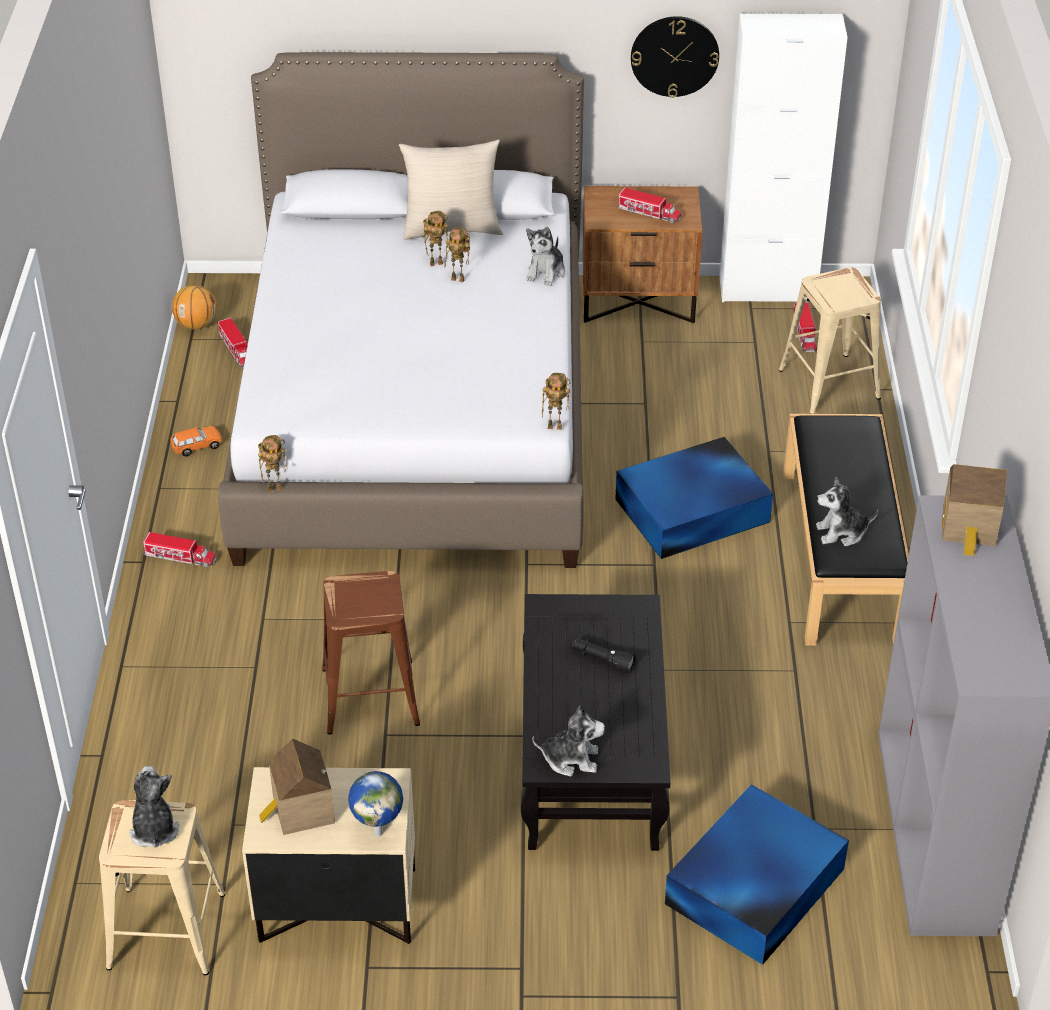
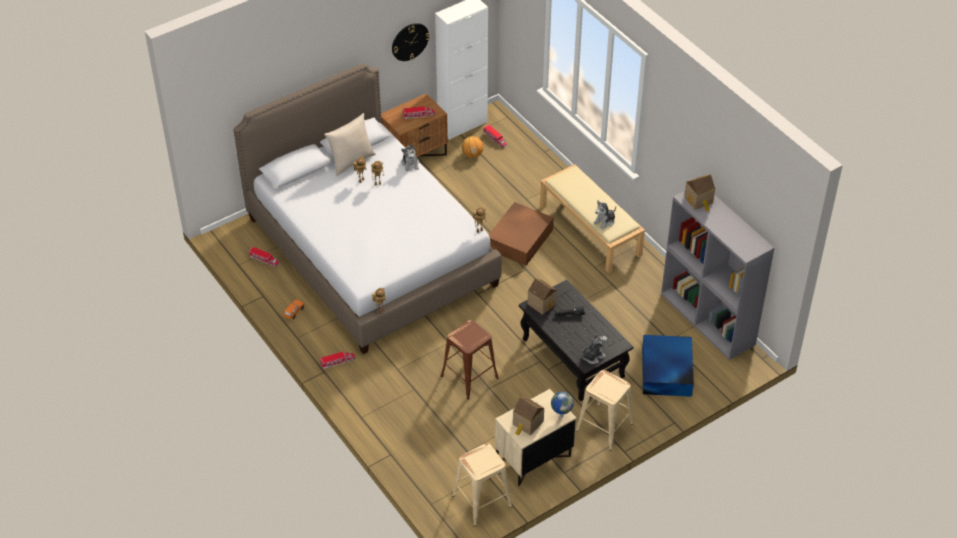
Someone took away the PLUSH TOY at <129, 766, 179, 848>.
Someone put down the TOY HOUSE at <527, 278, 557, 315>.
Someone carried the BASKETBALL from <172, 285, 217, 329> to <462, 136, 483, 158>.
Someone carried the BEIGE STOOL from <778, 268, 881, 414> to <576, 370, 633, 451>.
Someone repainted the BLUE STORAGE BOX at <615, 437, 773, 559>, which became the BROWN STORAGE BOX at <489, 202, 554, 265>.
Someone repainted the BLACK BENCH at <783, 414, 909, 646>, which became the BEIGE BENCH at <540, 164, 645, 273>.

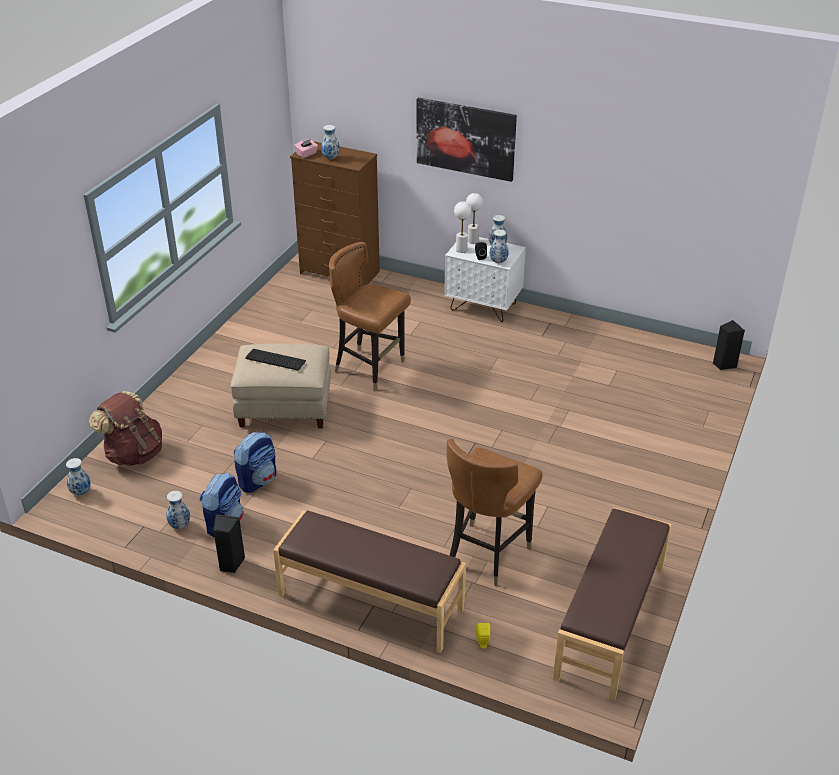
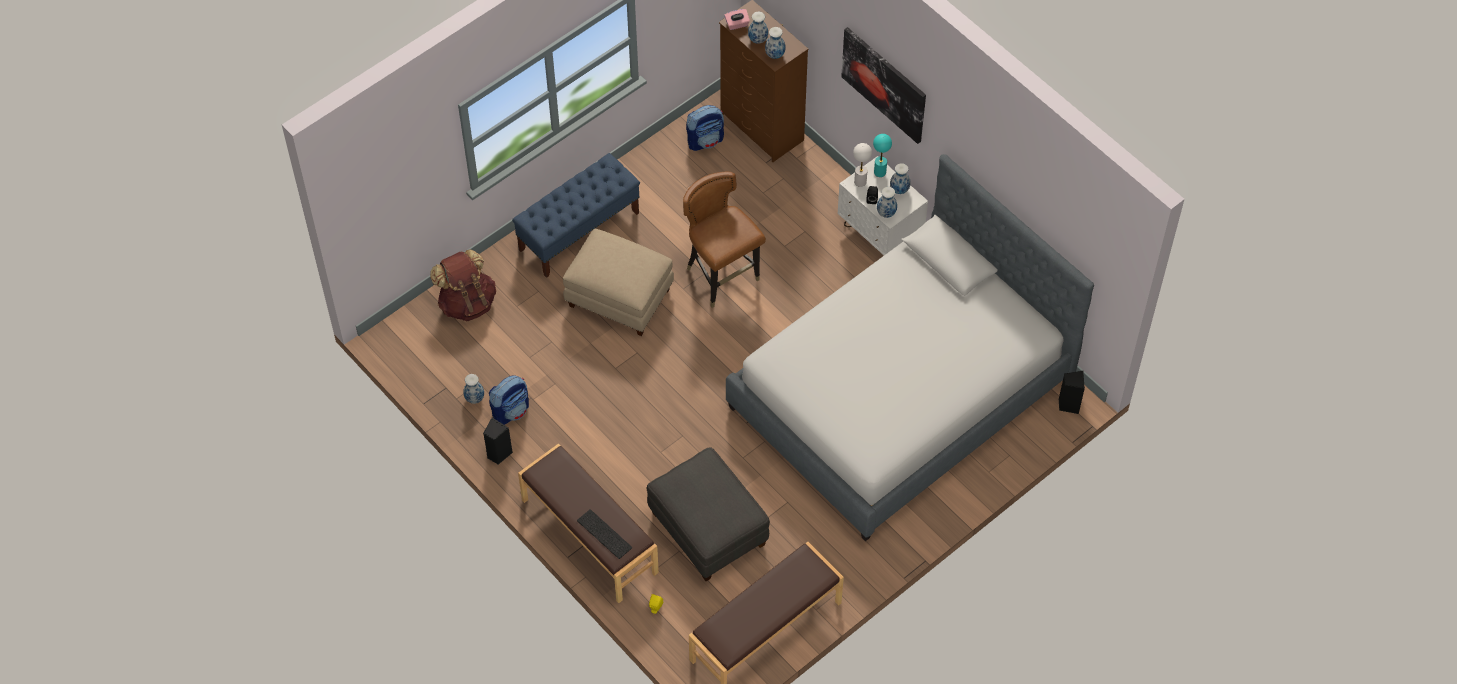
Someone put down the BLUE BENCH at <512, 153, 640, 278>.
Someone put down the BED at <726, 154, 1094, 541>.
Someone carried the VASE from <66, 458, 91, 495> to <765, 27, 785, 59>.
Someone carried the BACKPACK from <234, 432, 276, 493> to <686, 105, 724, 151>.
Someone carried the KEYBOARD from <245, 349, 306, 371> to <577, 509, 632, 559>.
Someone swapped the BROWN CHAIR at <447, 439, 542, 586> for the GREY OTTOMAN at <646, 447, 770, 581>.
Someone repainted the WHITE TABLE LAMP at <466, 193, 483, 244>, which became the TURQUOISE TABLE LAMP at <873, 134, 892, 177>.

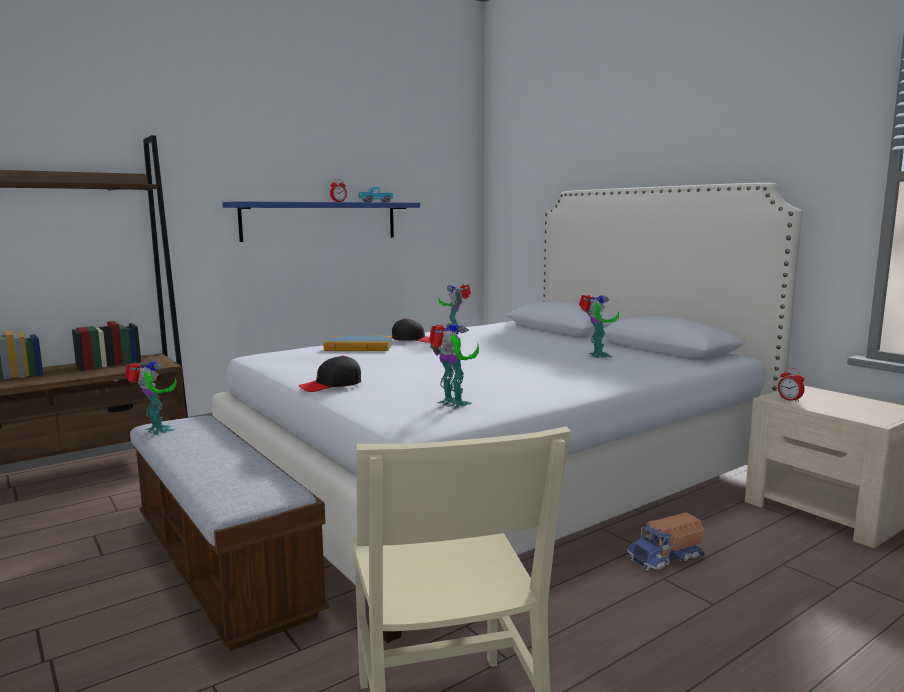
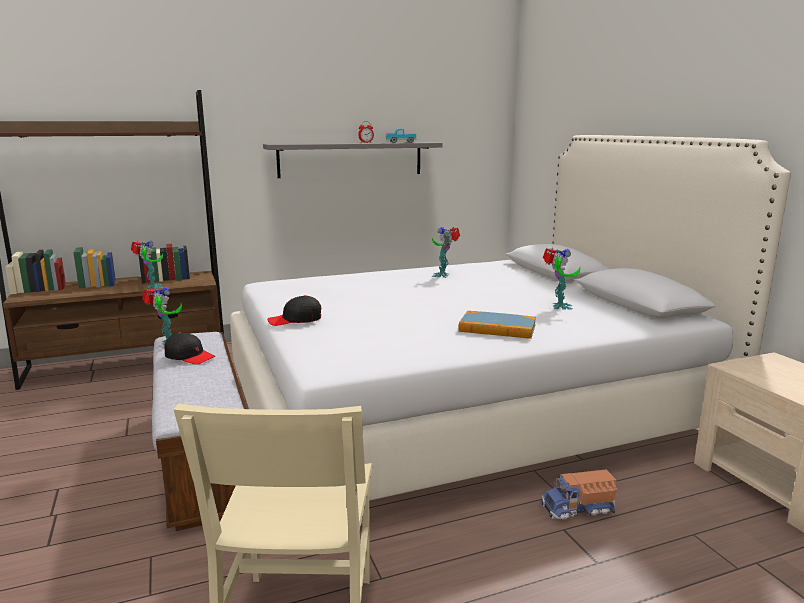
Someone took away the ALARM CLOCK at <778, 368, 805, 402>.
Someone carried the BOOK from <324, 335, 393, 351> to <459, 311, 536, 339>.
Someone carried the BLACK CAP from <392, 318, 431, 343> to <164, 332, 215, 365>.
Someone carried the TOY ROBOT from <429, 323, 479, 409> to <131, 241, 163, 289>.
Someone repainted the BLUE SHELF at <222, 201, 420, 242>, which became the GREY SHELF at <263, 142, 443, 178>.

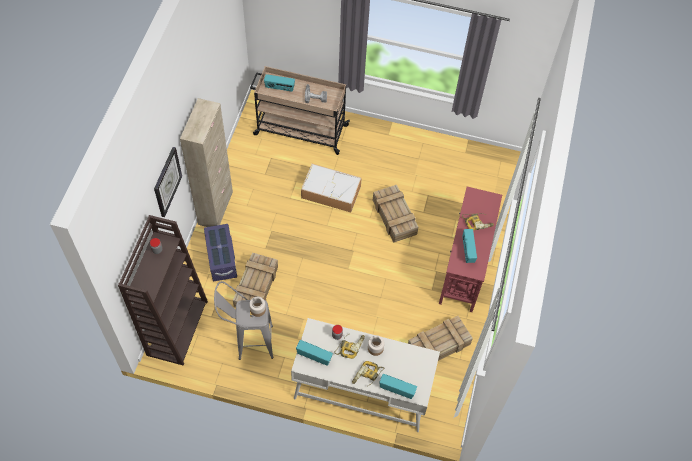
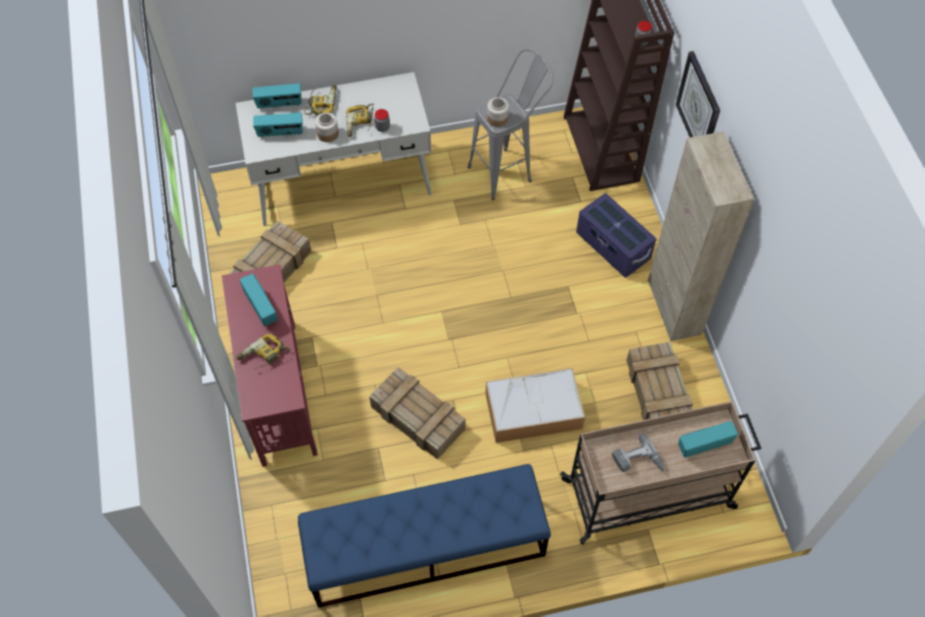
Someone put down the BLUE BENCH at <298, 464, 551, 608>.
Someone carried the CRATE from <233, 253, 278, 308> to <626, 342, 693, 420>.
Someone carried the RADIO from <296, 340, 333, 366> to <253, 113, 303, 137>.

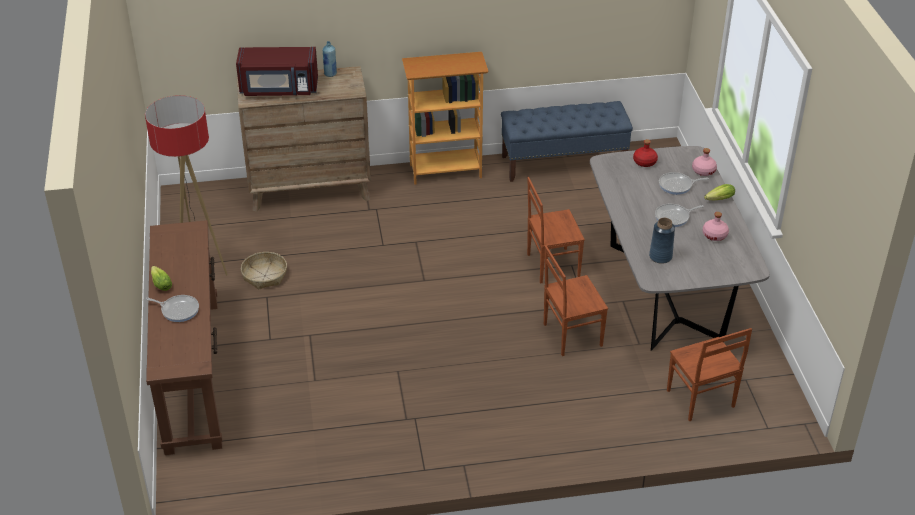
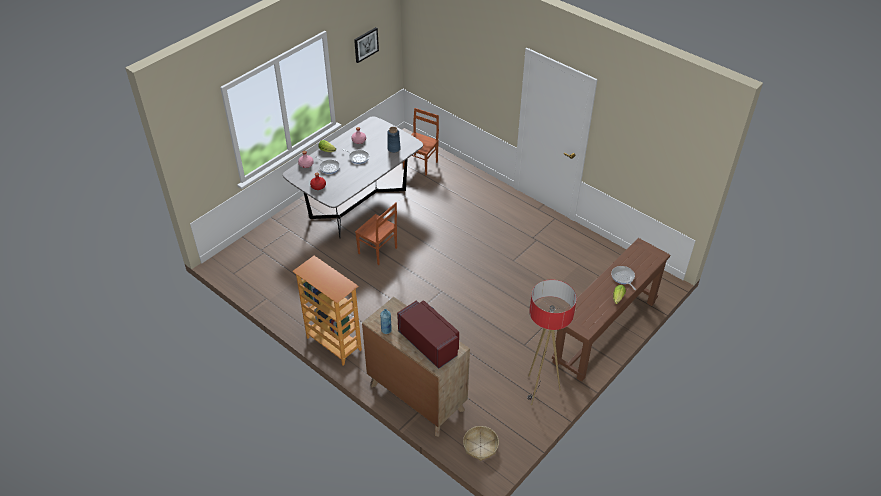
Someone took away the BLUE BENCH at <501, 101, 633, 182>.
Someone took away the BROWN CHAIR at <544, 245, 608, 356>.
Someone put up the PICTURE at <354, 27, 379, 63>.
Someone carried the BASKET from <241, 252, 287, 290> to <463, 426, 499, 461>.

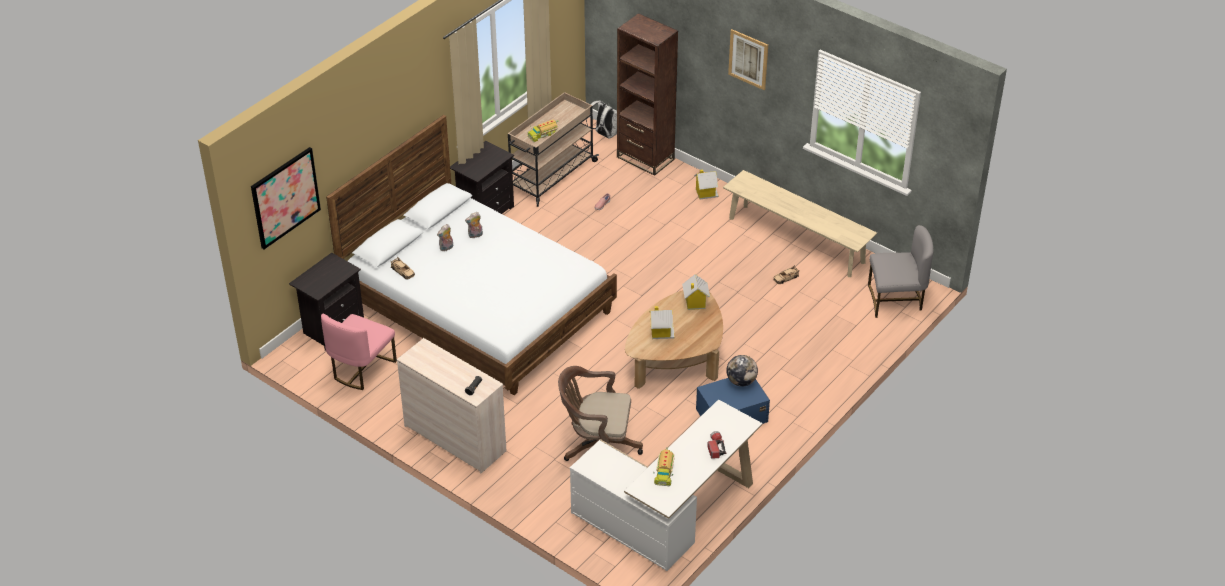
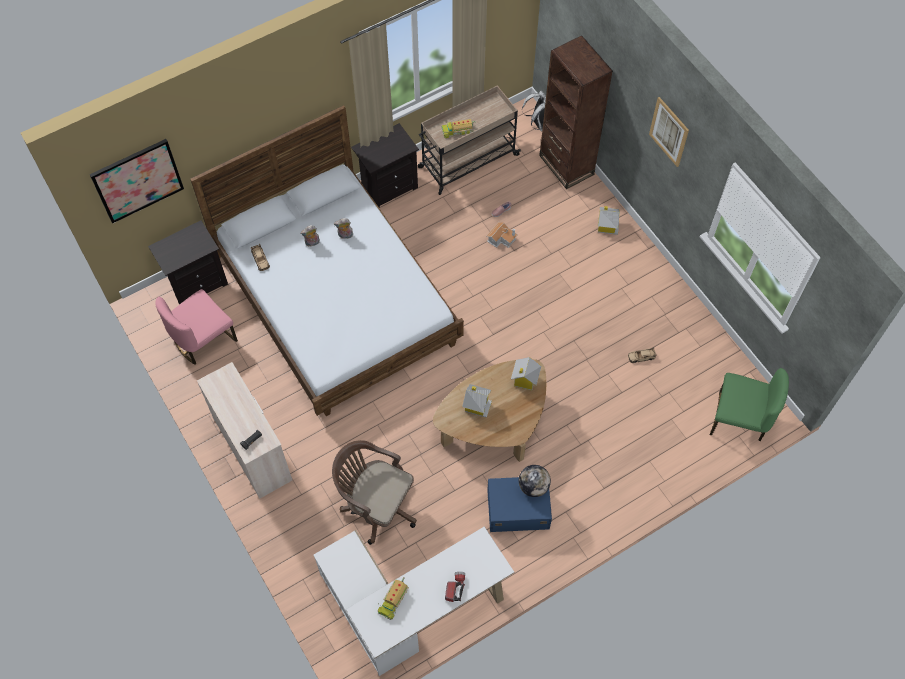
Someone took away the BEIGE BENCH at <723, 170, 877, 277>.
Someone put down the TOY HOUSE at <486, 222, 518, 248>.
Someone repainted the GREY CHAIR at <868, 225, 934, 318>, which became the GREEN CHAIR at <710, 368, 789, 441>.

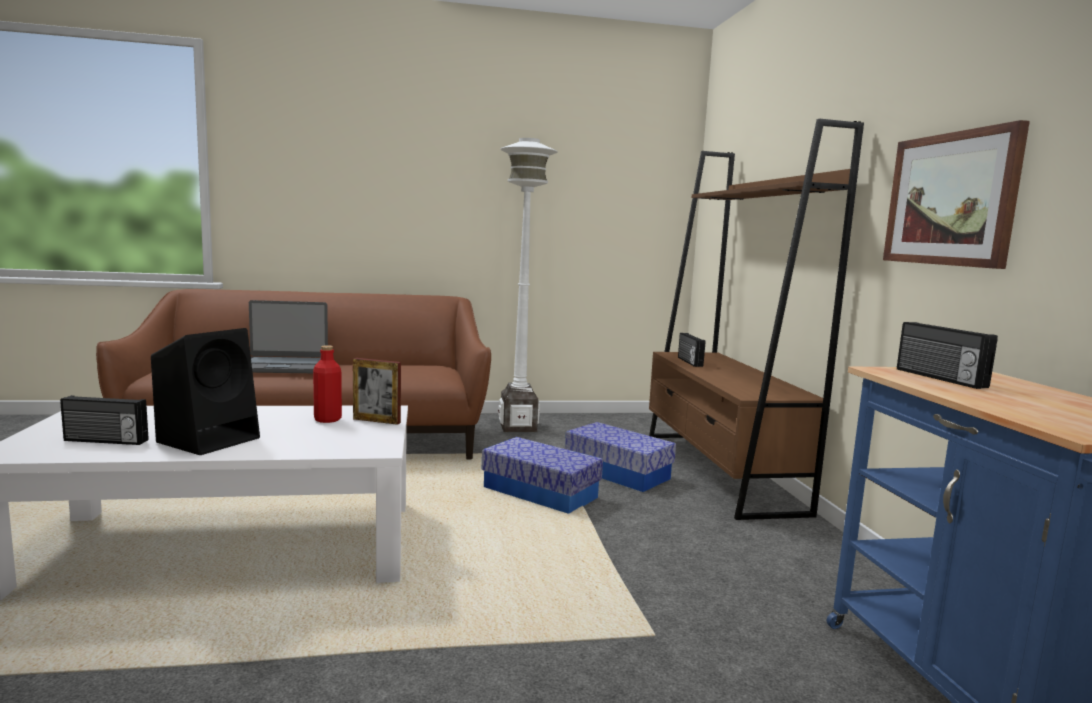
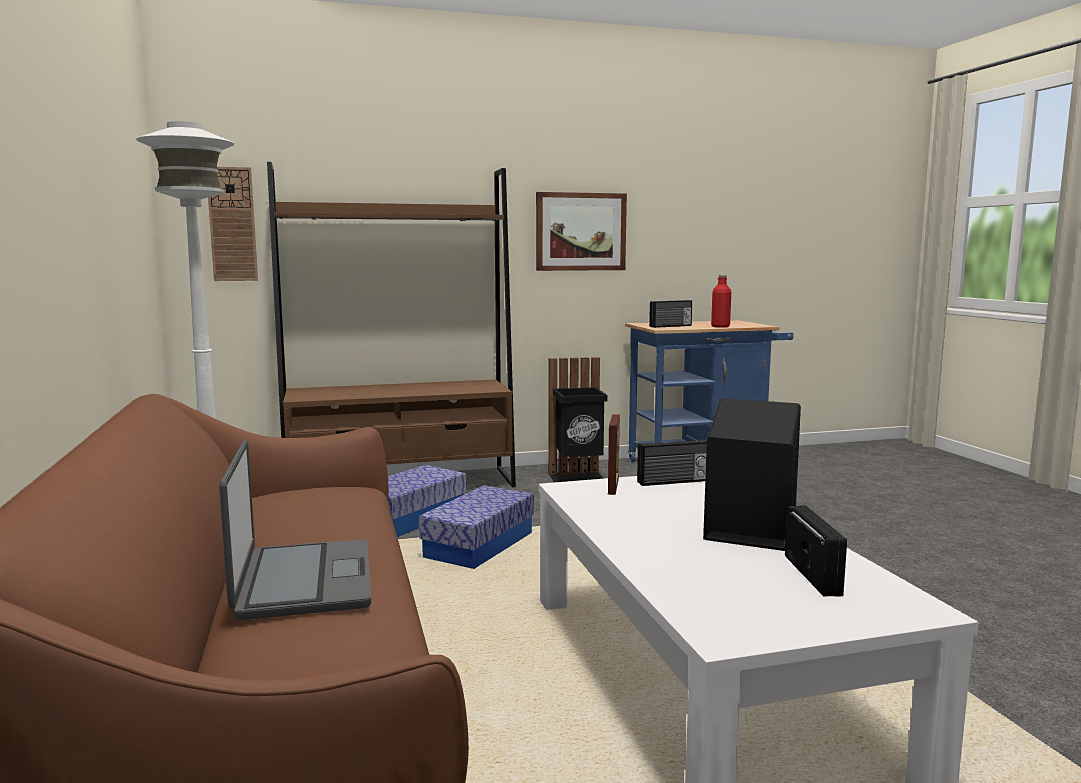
Someone put up the WALL CLOCK at <208, 166, 258, 281>.
Someone put down the BLACK TRASH CAN at <548, 357, 608, 482>.
Someone carried the RED BOTTLE from <313, 345, 342, 423> to <711, 275, 731, 328>.
Someone carried the RADIO from <678, 333, 706, 367> to <637, 439, 707, 486>.

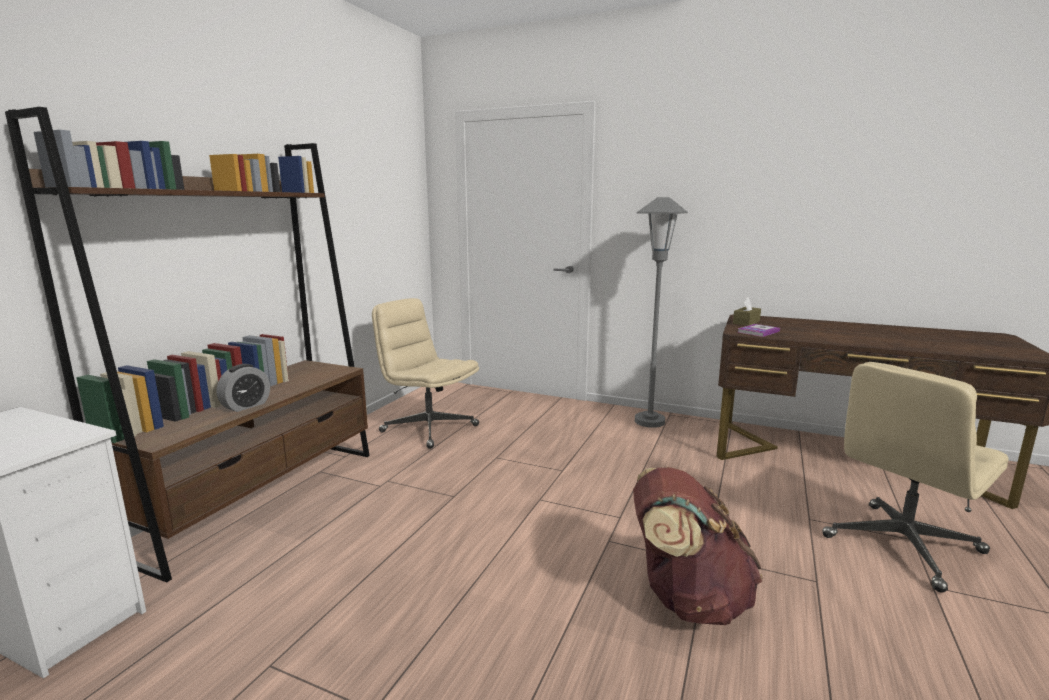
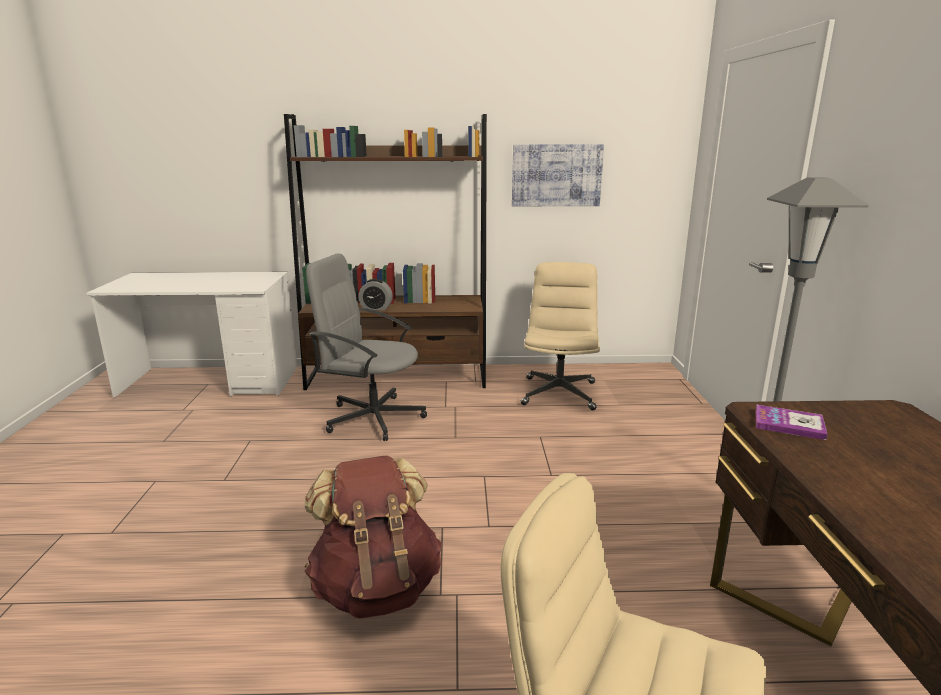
Someone took away the BROWN TISSUE BOX at <733, 297, 761, 326>.
Someone put down the GREY OFFICE CHAIR at <306, 253, 427, 441>.
Someone put up the PICTURE at <512, 144, 604, 206>.

